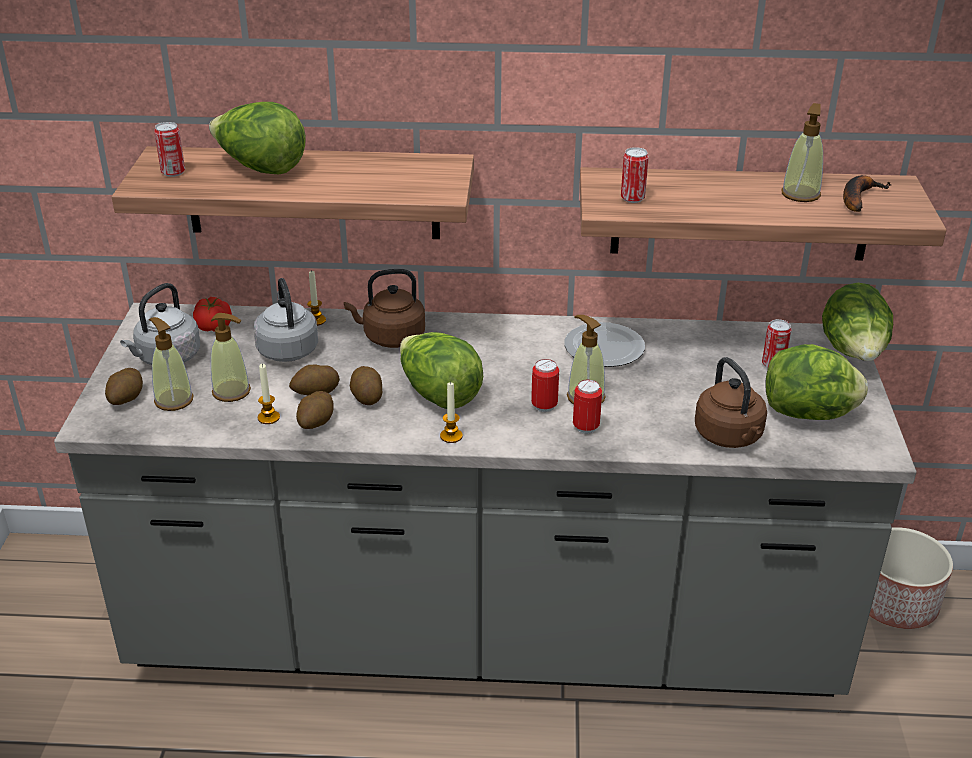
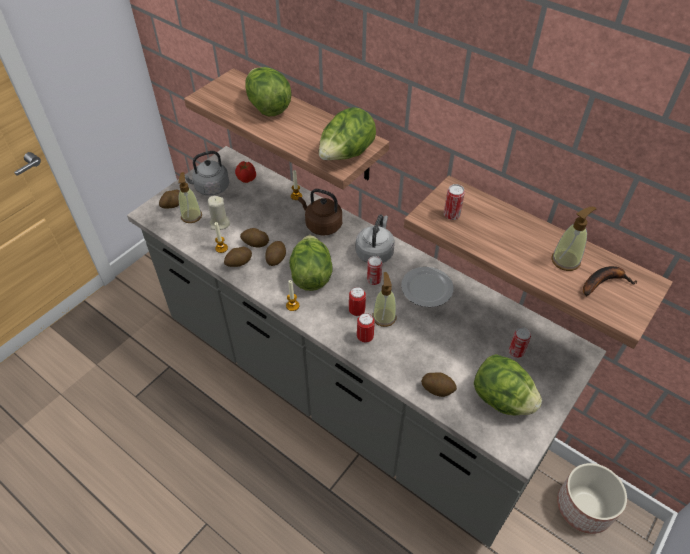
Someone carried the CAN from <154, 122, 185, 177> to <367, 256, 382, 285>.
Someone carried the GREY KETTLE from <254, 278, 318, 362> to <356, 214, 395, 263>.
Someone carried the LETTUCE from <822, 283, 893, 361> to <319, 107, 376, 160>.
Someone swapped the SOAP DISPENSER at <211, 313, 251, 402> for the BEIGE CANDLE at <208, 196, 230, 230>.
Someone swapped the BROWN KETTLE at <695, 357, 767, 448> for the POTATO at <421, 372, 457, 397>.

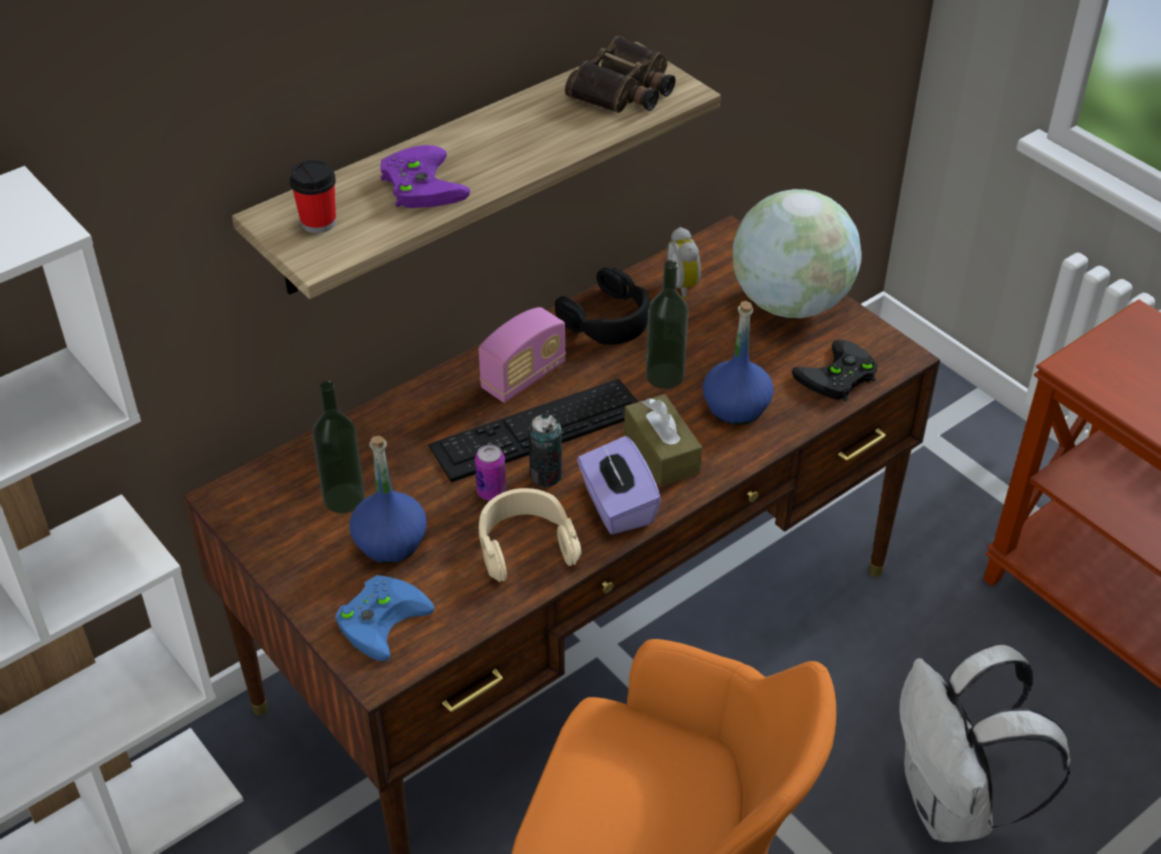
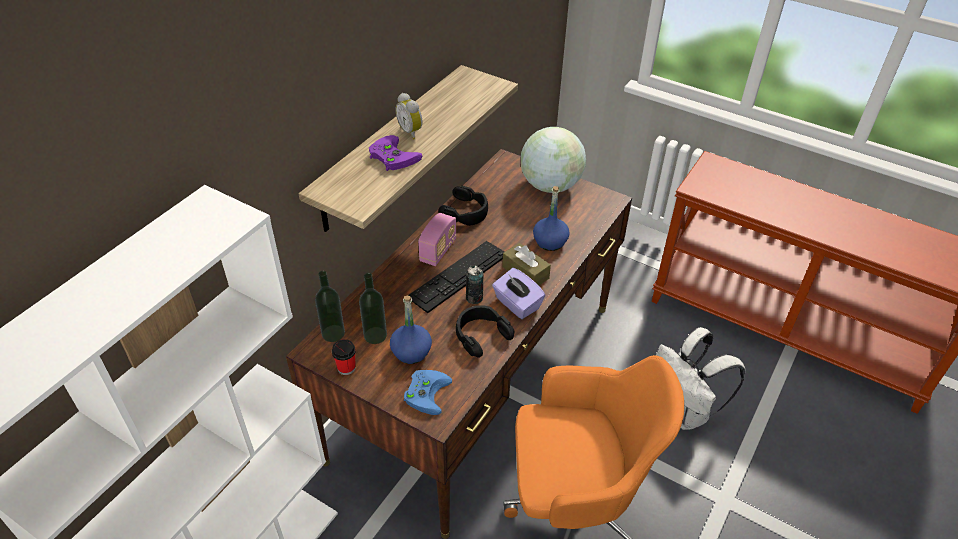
Someone took away the CAN at <475, 444, 506, 500>.
Someone took away the BINOCULARS at <565, 35, 676, 113>.
Someone took away the BLACK GAME CONTROLLER at <792, 340, 878, 401>.
Someone carried the CUP from <290, 159, 336, 233> to <332, 339, 356, 375>.
Someone carried the BOTTLE from <646, 260, 688, 389> to <315, 271, 345, 342>.
Someone carried the ALARM CLOCK from <667, 227, 701, 299> to <395, 93, 422, 140>.
Someone repainted the BEIGE HEADPHONES at <479, 488, 581, 582>, which became the BLACK HEADPHONES at <456, 305, 514, 358>.

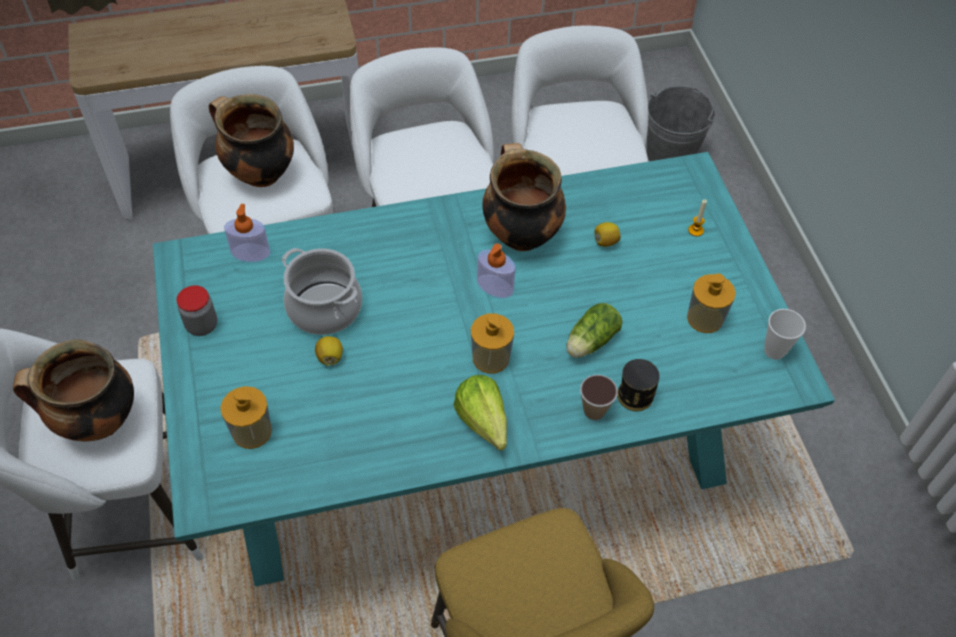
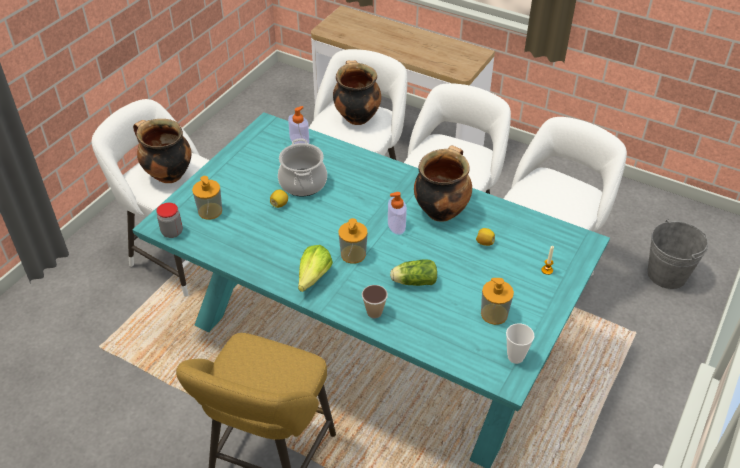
Someone took away the CAN at <617, 359, 660, 411>.
Someone carried the JAR from <176, 285, 217, 336> to <157, 203, 183, 238>.

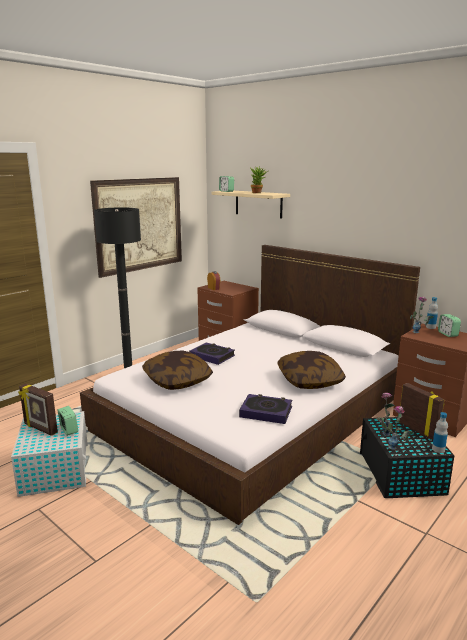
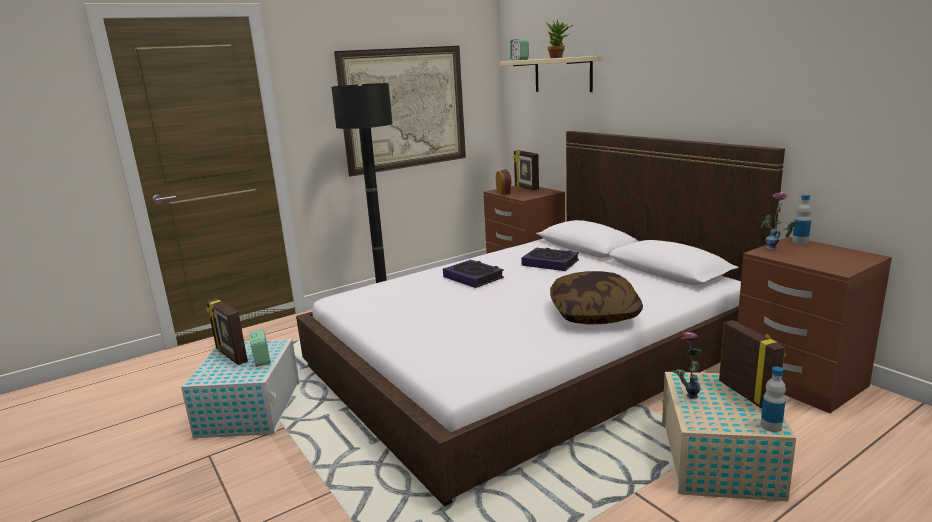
Someone took away the PILLOW at <142, 351, 213, 390>.
Someone took away the VASE at <385, 406, 414, 450>.
Someone took away the ALARM CLOCK at <438, 314, 461, 337>.
Someone put down the PICTURE FRAME at <513, 150, 539, 190>.
Someone carried the BOOK from <239, 394, 292, 424> to <521, 248, 579, 271>.
Someone repainted the BLACK STORAGE BOX at <360, 417, 454, 498>, which became the BEIGE STORAGE BOX at <662, 372, 796, 501>.

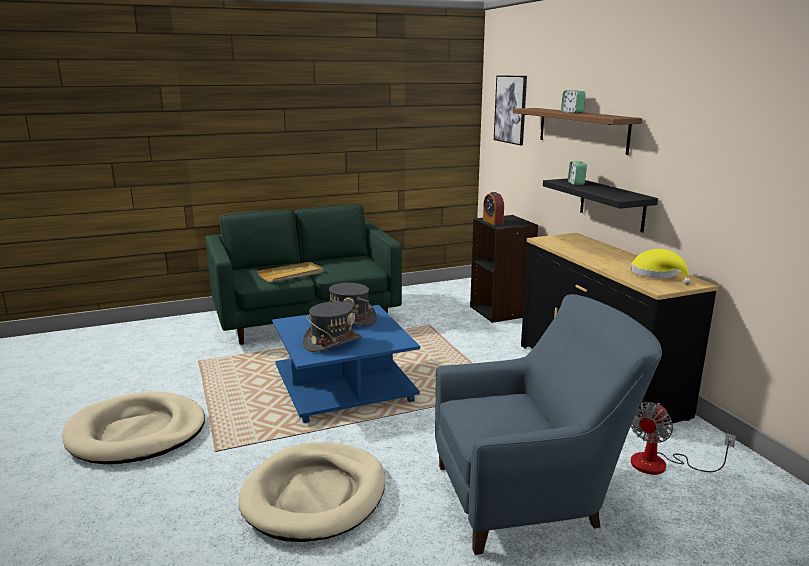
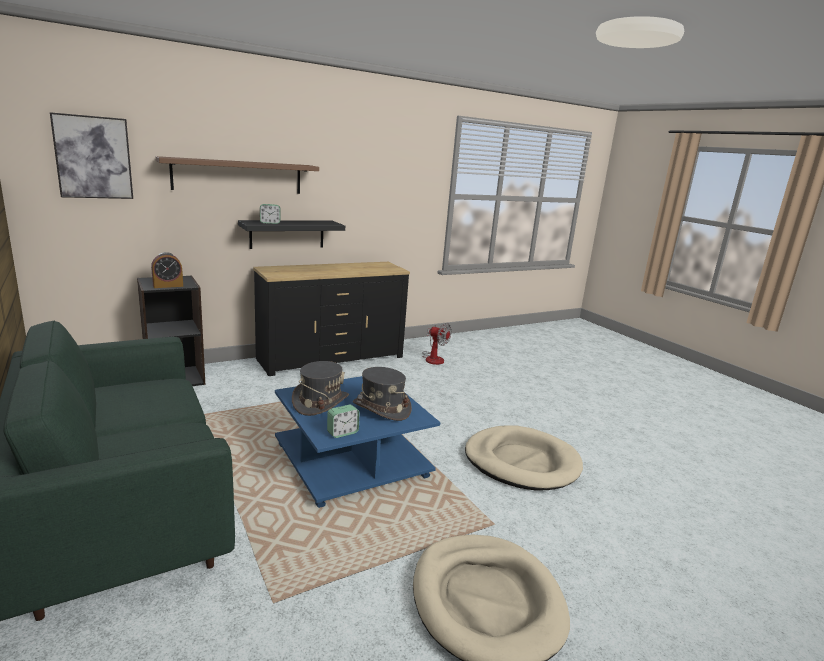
Someone took away the BEIGE TRAY at <258, 262, 324, 282>.
Someone took away the BLUE ARMCHAIR at <435, 294, 662, 555>.
Someone took away the YELLOW HAT at <631, 249, 691, 285>.
Someone carried the ALARM CLOCK from <561, 90, 586, 113> to <327, 404, 359, 438>.

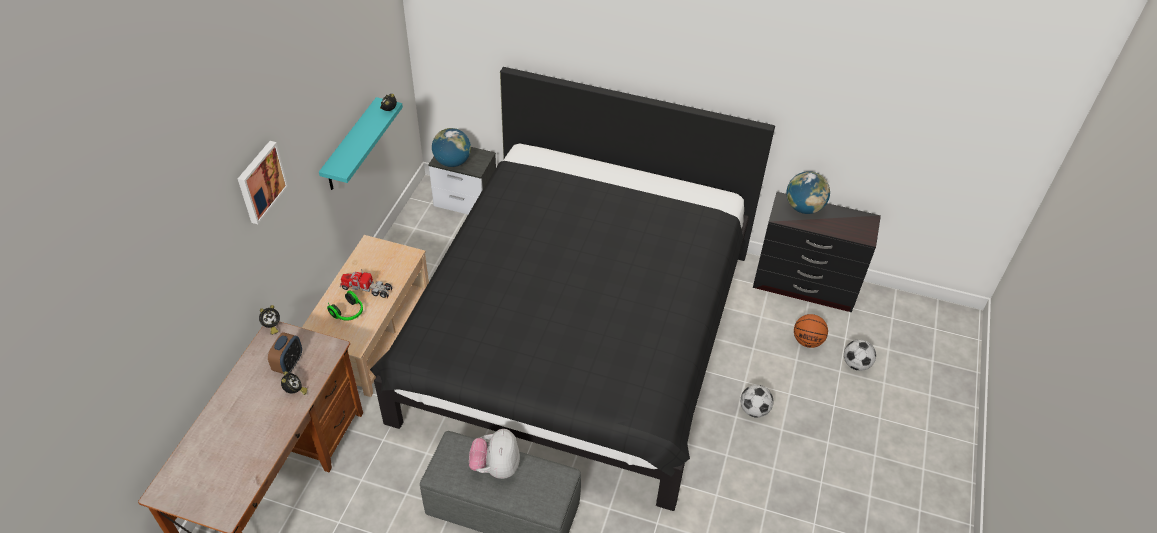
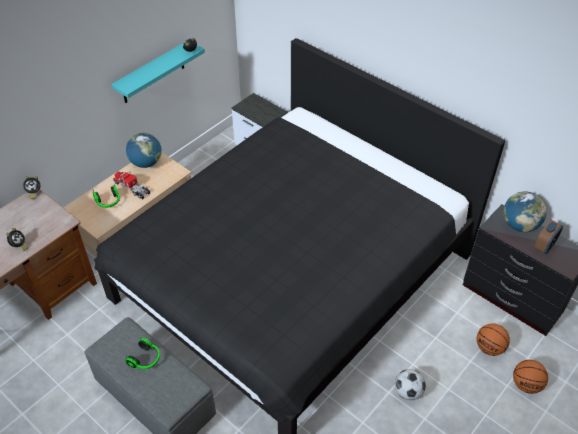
Someone took away the PICTURE at <238, 141, 288, 224>.
Someone carried the ALARM CLOCK from <268, 332, 302, 374> to <534, 220, 563, 254>.
Someone carried the GLOBE from <432, 128, 471, 167> to <126, 133, 162, 168>.
Someone swapped the PLUSH TOY at <469, 429, 520, 479> for the HEADPHONES at <125, 338, 160, 369>.
Someone swapped the FOOTBALL at <844, 339, 876, 371> for the BASKETBALL at <513, 360, 548, 394>.

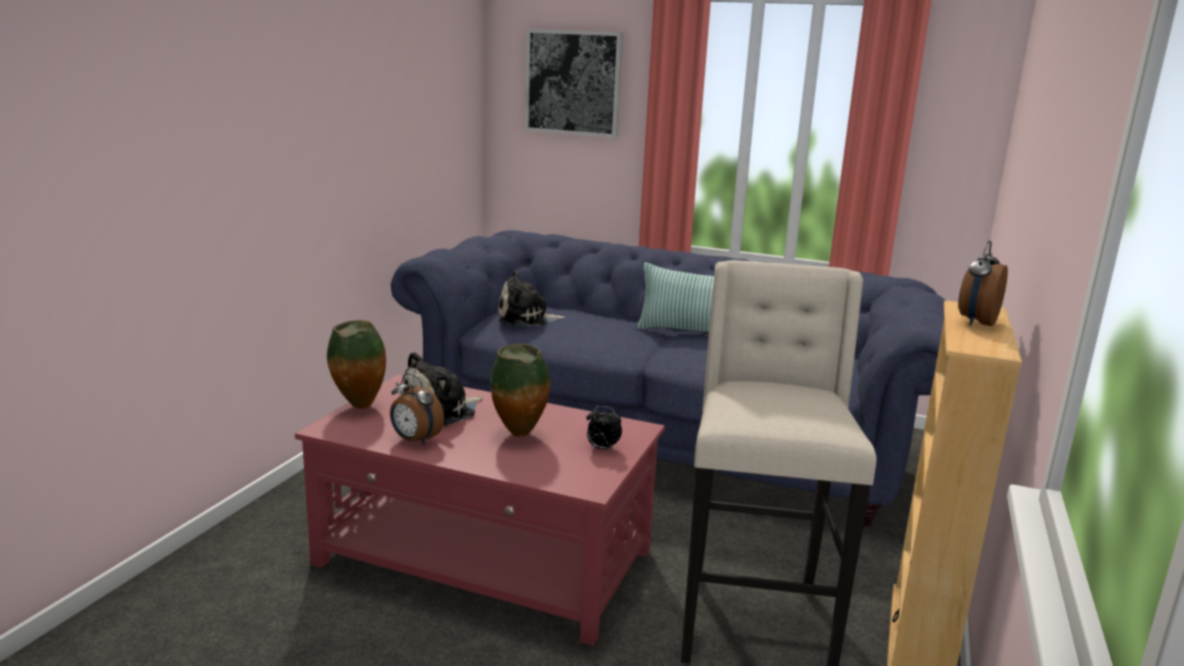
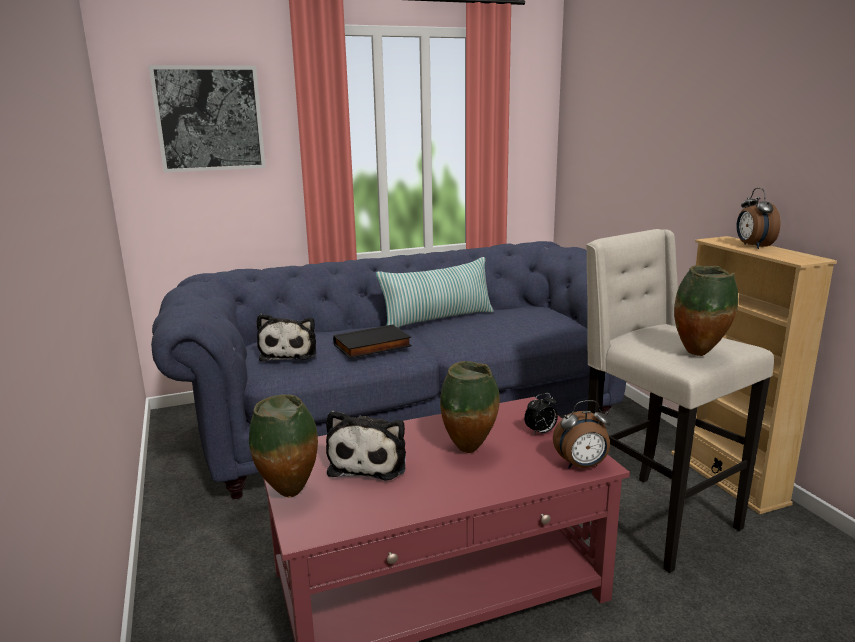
Someone put down the BLACK BOOK at <333, 324, 412, 358>.
Someone put down the VASE at <674, 265, 738, 356>.
Someone carried the ALARM CLOCK from <390, 373, 444, 445> to <553, 400, 611, 468>.
Someone rotated the PLUSH TOY at <498, 270, 566, 326> by 45 degrees counterclockwise.

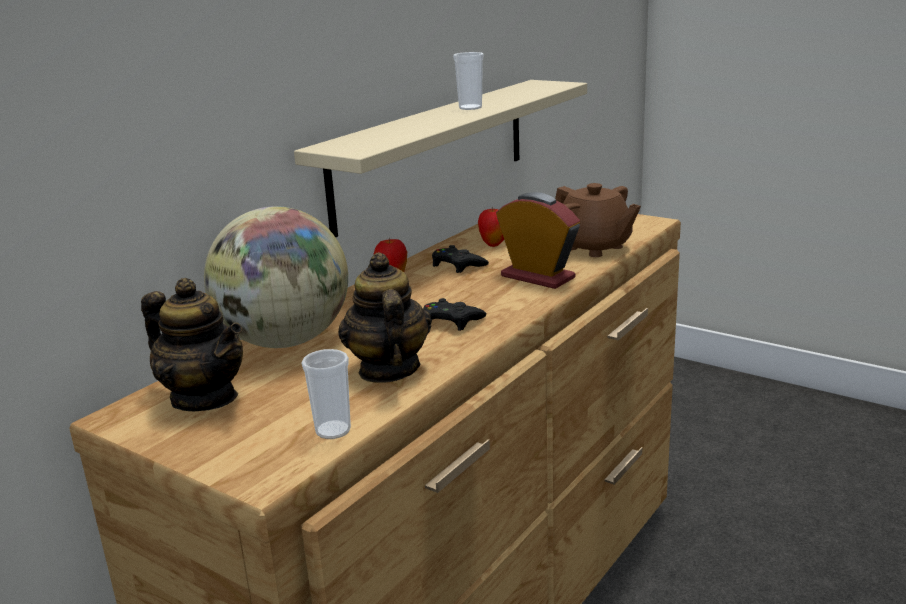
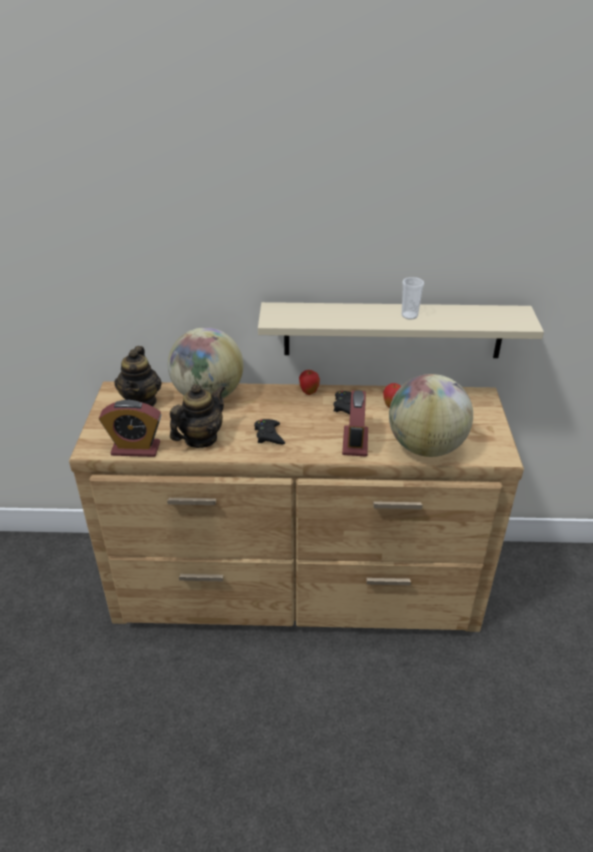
Someone swapped the CUP at <301, 349, 351, 439> for the ALARM CLOCK at <99, 400, 161, 457>.
Someone swapped the BROWN TEAPOT at <555, 183, 641, 257> for the GLOBE at <389, 374, 473, 457>.

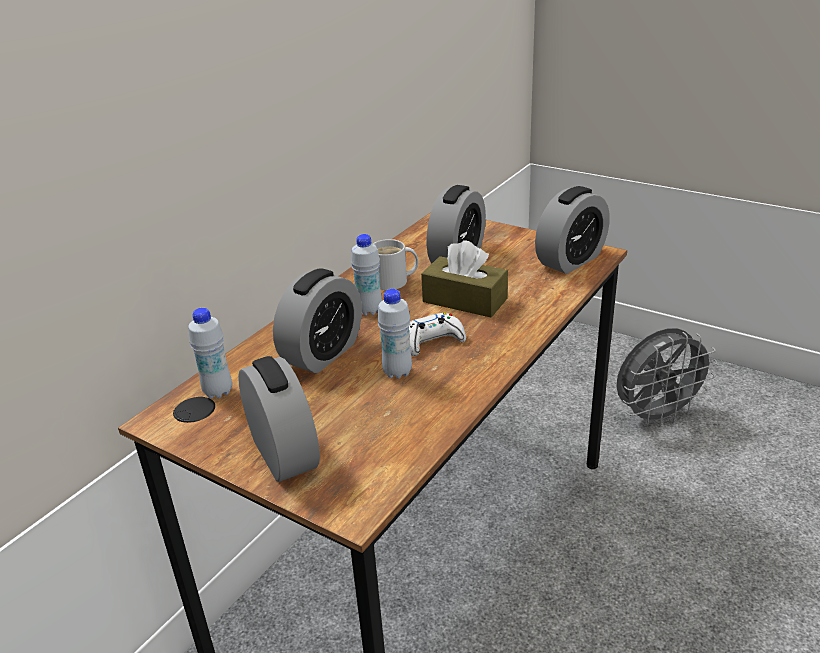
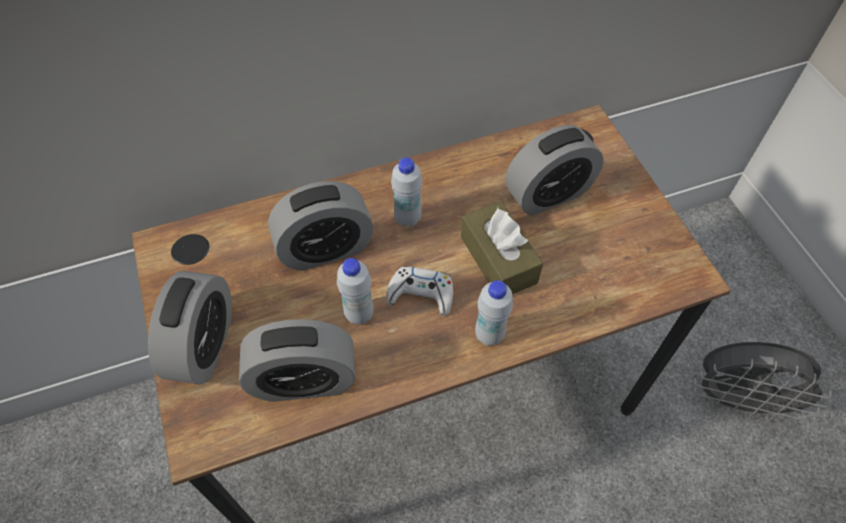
Someone took away the WHITE MUG at <373, 239, 418, 290>.
Someone carried the WHITE BOTTLE from <188, 308, 232, 399> to <475, 280, 513, 346>.
Someone carried the ALARM CLOCK from <535, 186, 610, 274> to <239, 319, 355, 402>.

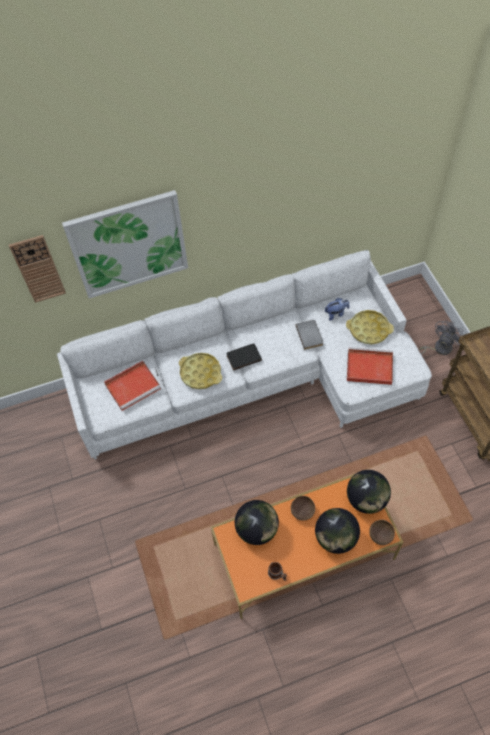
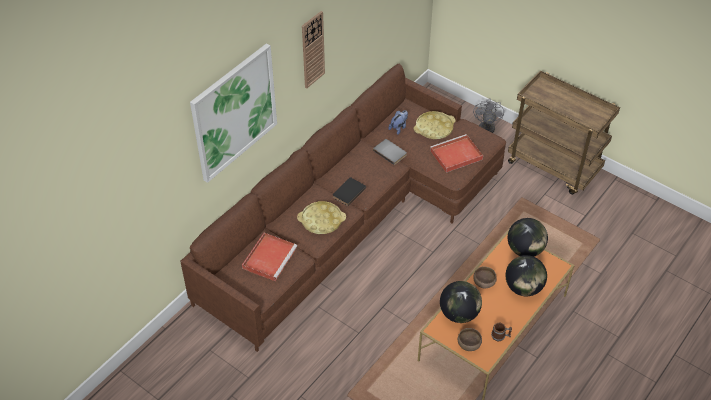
Someone carried the WALL CLOCK from <9, 235, 66, 303> to <302, 11, 325, 88>.
Someone carried the BROWN BOWL from <369, 520, 395, 545> to <458, 328, 482, 351>.
Someone repainted the WHITE SOFA at <57, 250, 432, 459>, which became the BROWN SOFA at <180, 63, 506, 352>.

